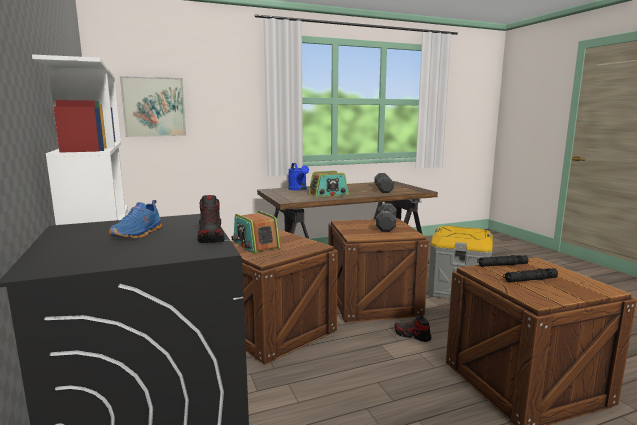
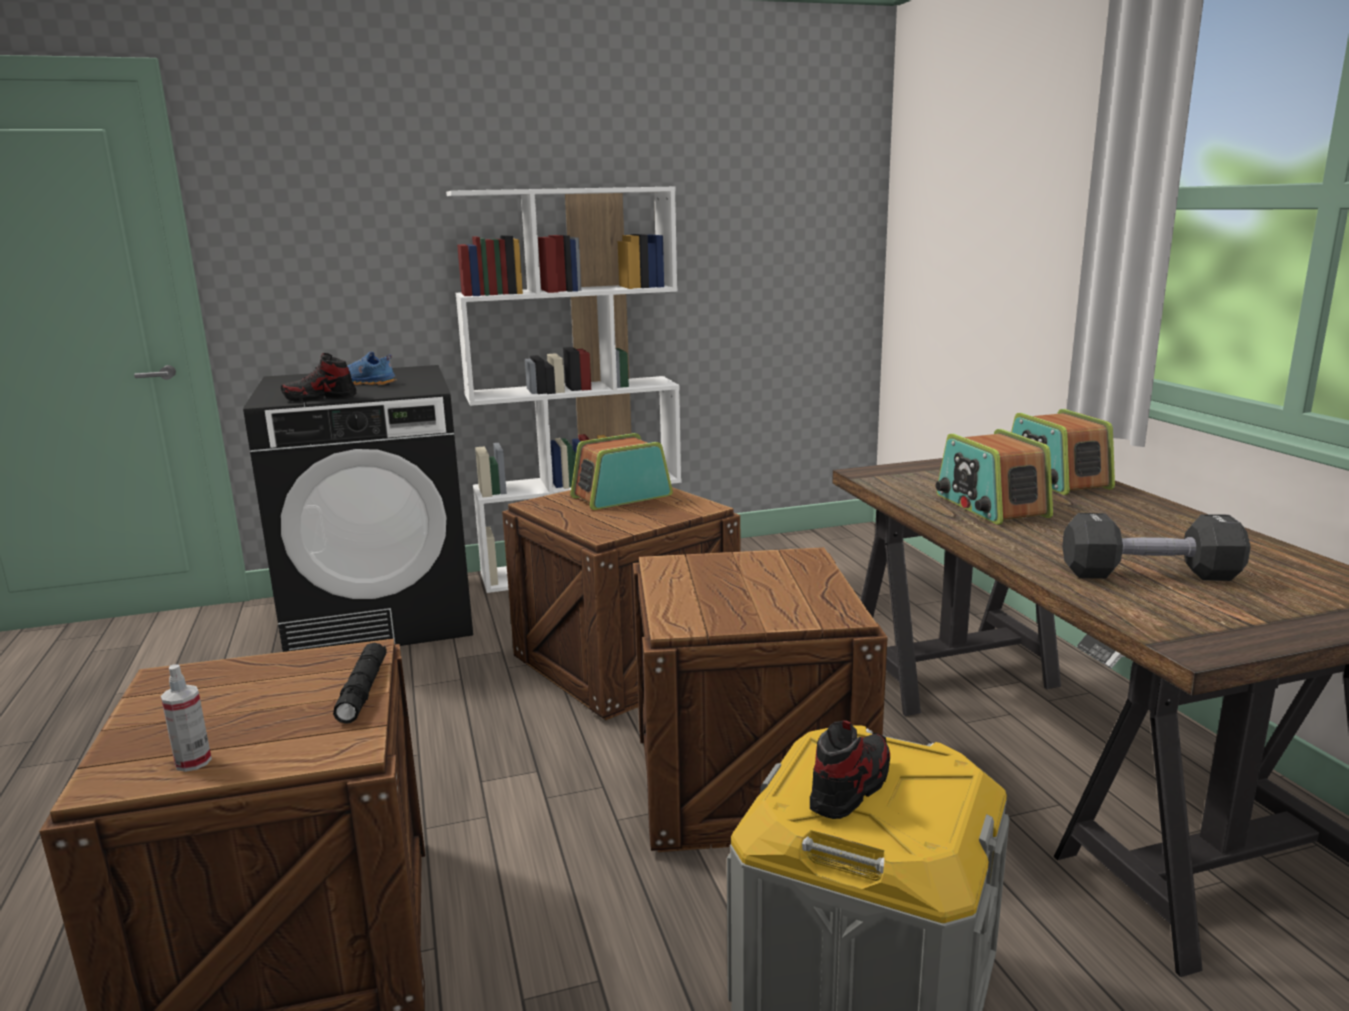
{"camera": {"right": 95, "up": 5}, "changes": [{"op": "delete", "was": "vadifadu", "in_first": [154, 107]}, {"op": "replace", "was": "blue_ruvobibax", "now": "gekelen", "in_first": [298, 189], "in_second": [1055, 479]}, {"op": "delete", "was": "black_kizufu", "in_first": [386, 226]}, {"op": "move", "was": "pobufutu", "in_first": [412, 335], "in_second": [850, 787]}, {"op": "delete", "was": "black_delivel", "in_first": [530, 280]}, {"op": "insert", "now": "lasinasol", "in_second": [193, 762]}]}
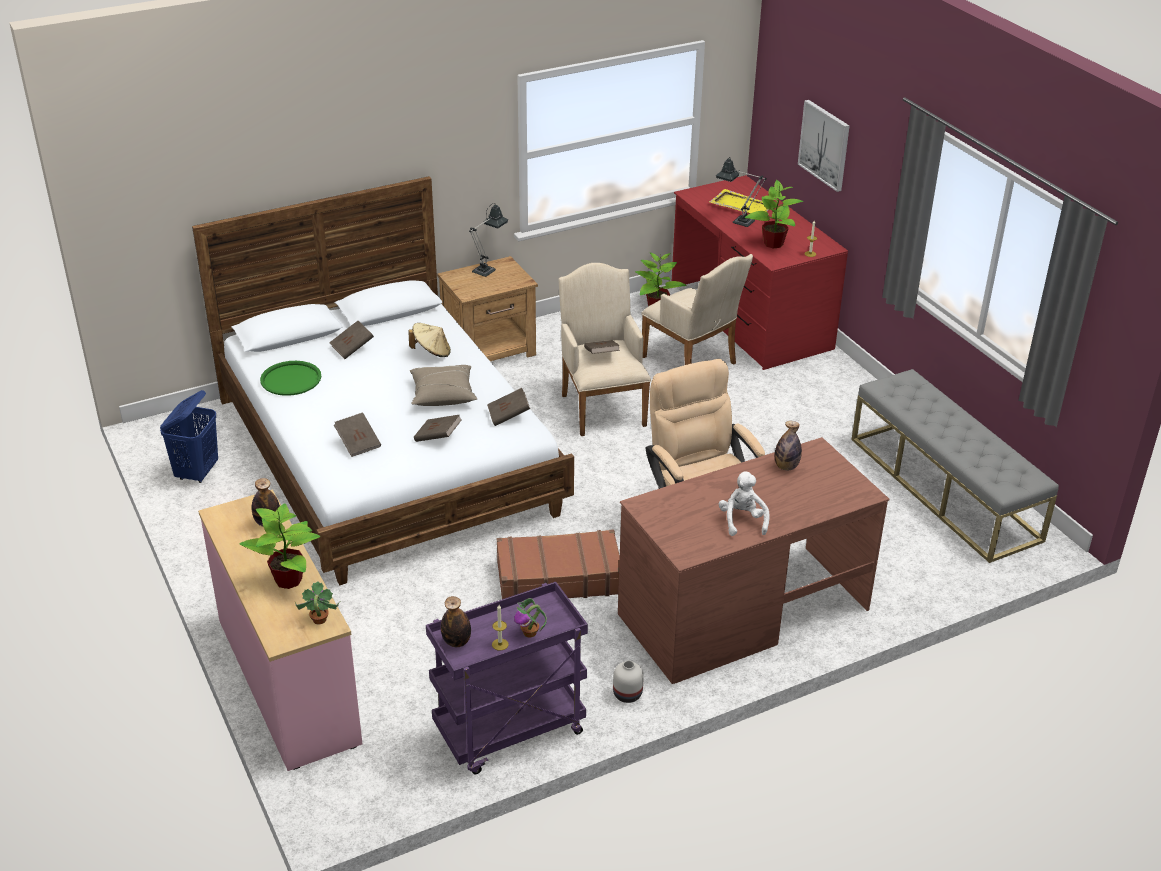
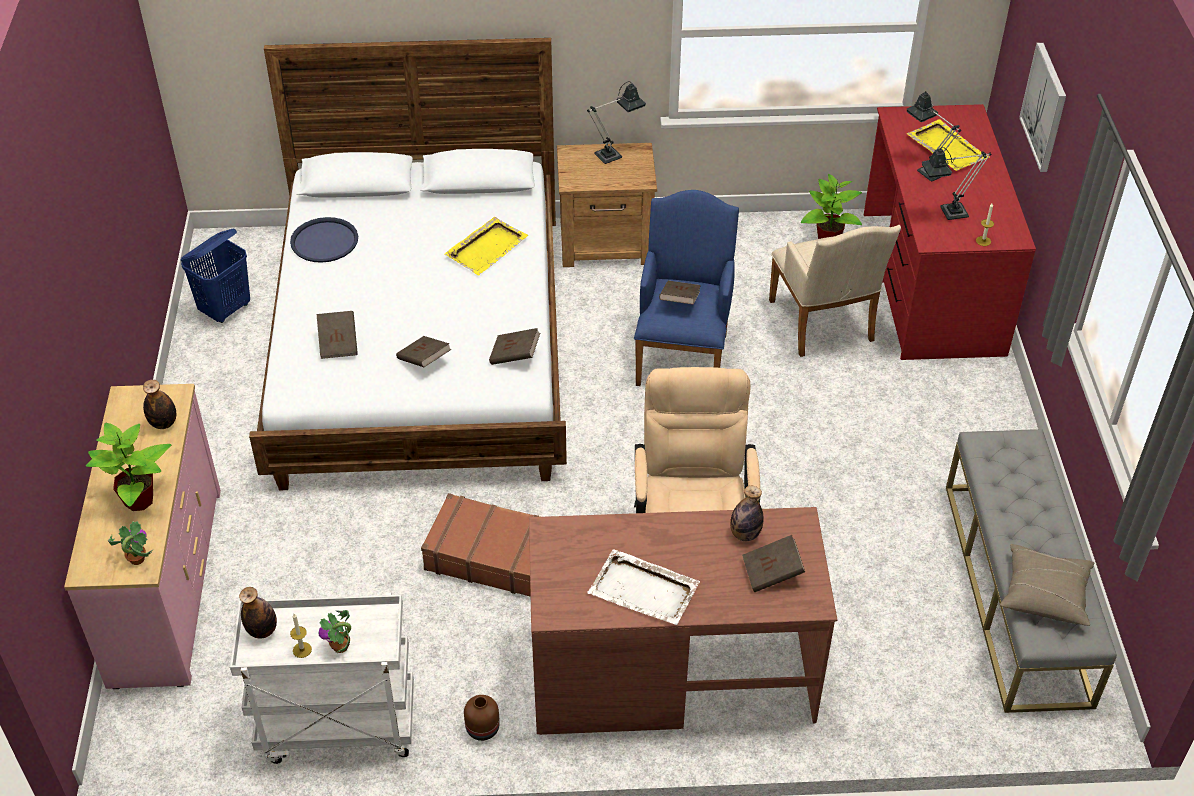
{"camera": {"right": 25, "up": 10}, "changes": [{"op": "recolor", "was": "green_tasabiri", "now": "blue_tasabiri", "in_first": [291, 379], "in_second": [324, 241]}, {"op": "move", "was": "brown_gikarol", "in_first": [352, 348], "in_second": [772, 573]}, {"op": "replace", "was": "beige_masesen", "now": "yellow_tasabiri", "in_first": [431, 352], "in_second": [487, 248]}, {"op": "move", "was": "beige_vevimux", "in_first": [443, 394], "in_second": [1045, 593]}, {"op": "recolor", "was": "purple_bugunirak", "now": "white_bugunirak", "in_first": [509, 733], "in_second": [336, 728]}, {"op": "recolor", "was": "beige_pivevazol", "now": "blue_pivevazol", "in_first": [602, 406], "in_second": [683, 354]}, {"op": "recolor", "was": "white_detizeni", "now": "brown_detizeni", "in_first": [627, 695], "in_second": [482, 729]}, {"op": "replace", "was": "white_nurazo", "now": "white_tasabiri", "in_first": [742, 521], "in_second": [644, 590]}, {"op": "replace", "was": "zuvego", "now": "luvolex", "in_first": [773, 243], "in_second": [947, 213]}]}
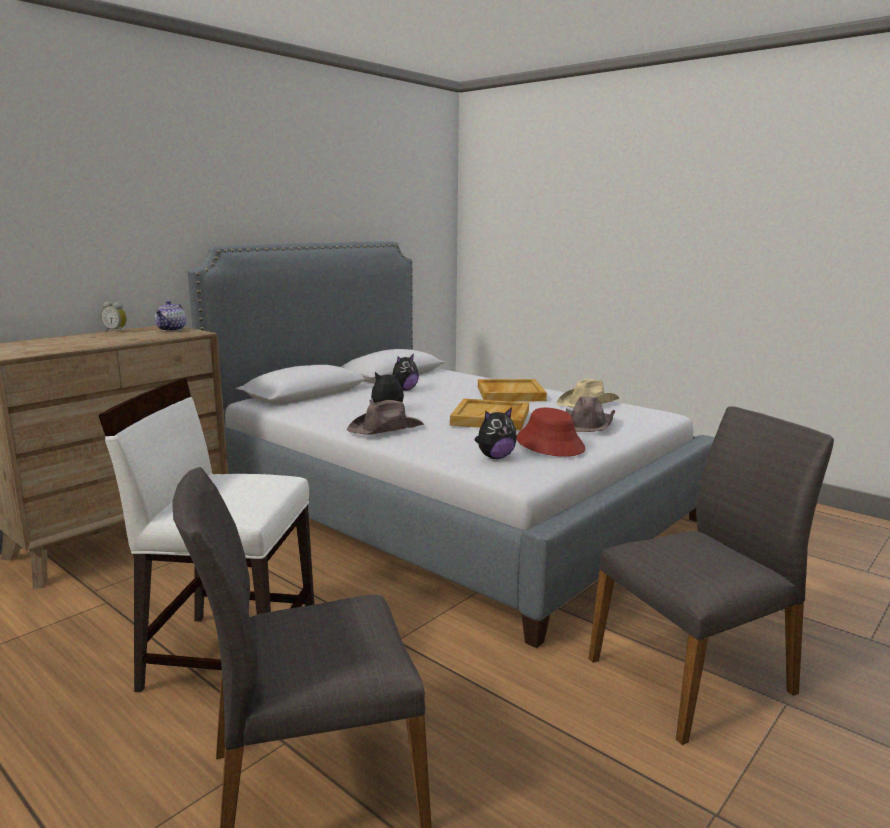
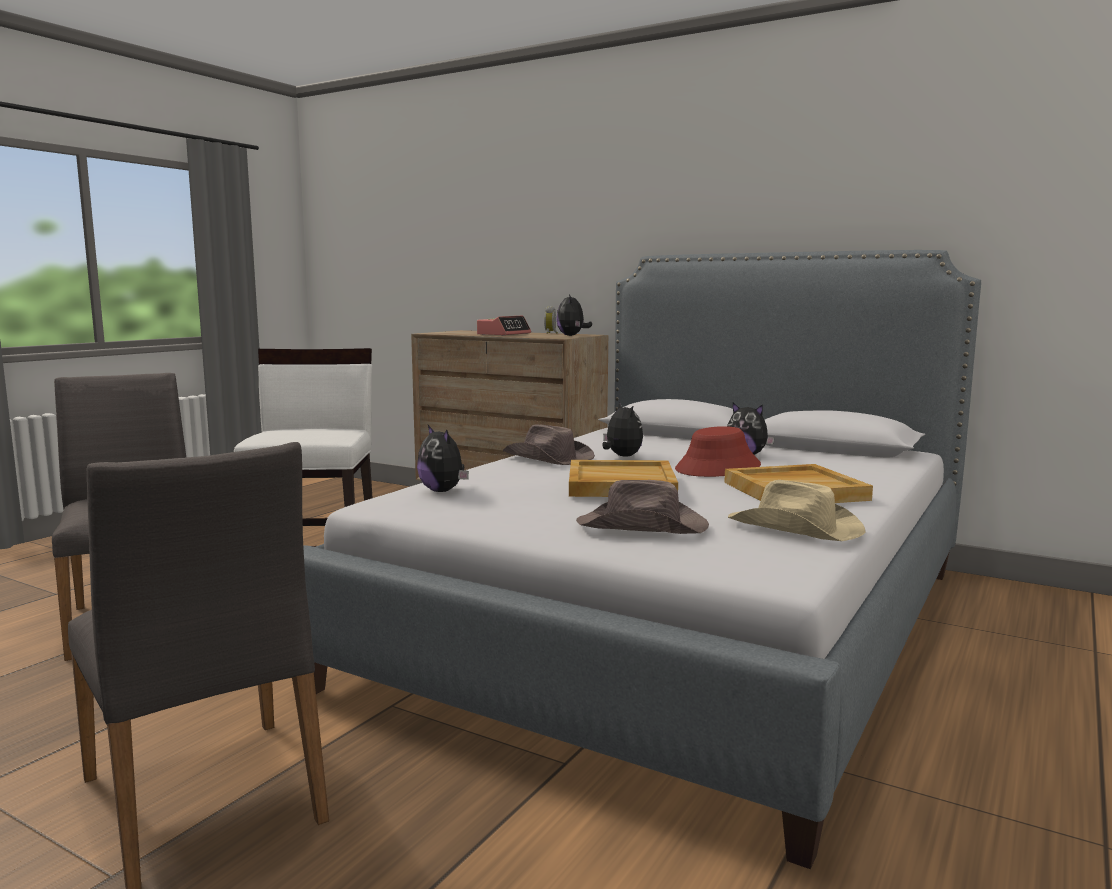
{"camera": {"right": 80, "up": -5}, "changes": [{"op": "replace", "was": "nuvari", "now": "nurazo", "in_first": [172, 330], "in_second": [572, 335]}, {"op": "move", "was": "red_masesen", "in_first": [550, 444], "in_second": [718, 468]}, {"op": "insert", "now": "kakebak", "in_second": [504, 334]}]}
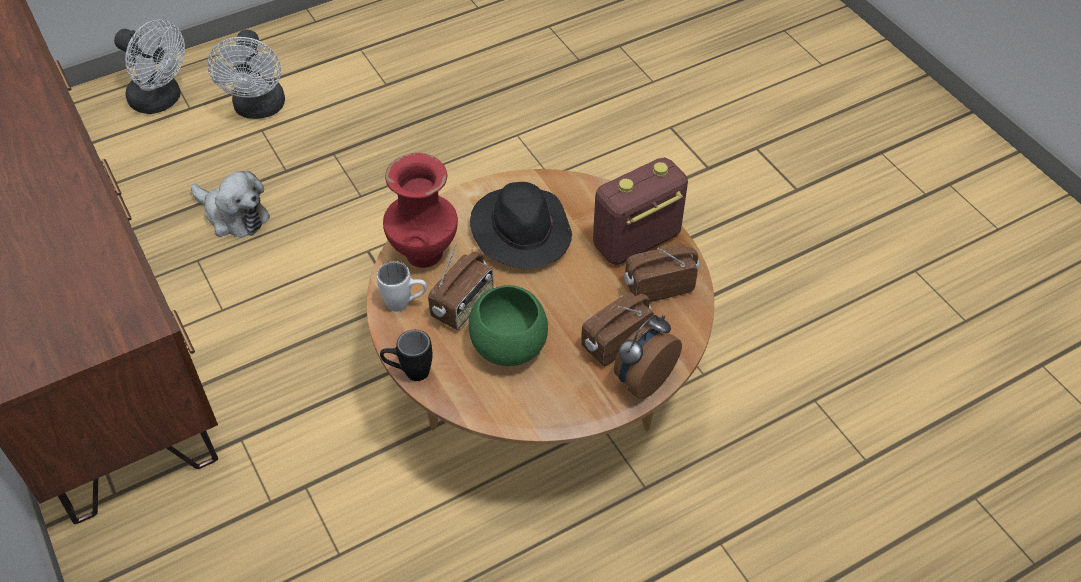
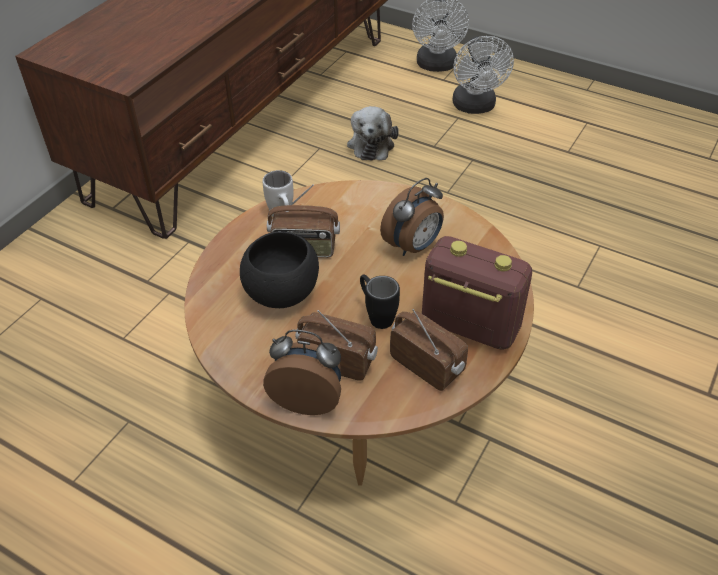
{"camera": {"right": 60, "up": -5}, "changes": [{"op": "rotate", "was": "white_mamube", "in_first": [259, 109], "in_second": [475, 107], "clockwise": -60}, {"op": "move", "was": "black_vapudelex", "in_first": [409, 372], "in_second": [376, 315]}, {"op": "delete", "was": "red_detizeni", "in_first": [423, 252]}, {"op": "recolor", "was": "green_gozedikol", "now": "black_gozedikol", "in_first": [510, 346], "in_second": [283, 293]}, {"op": "replace", "was": "black_masesen", "now": "kakebak", "in_first": [520, 231], "in_second": [413, 246]}]}
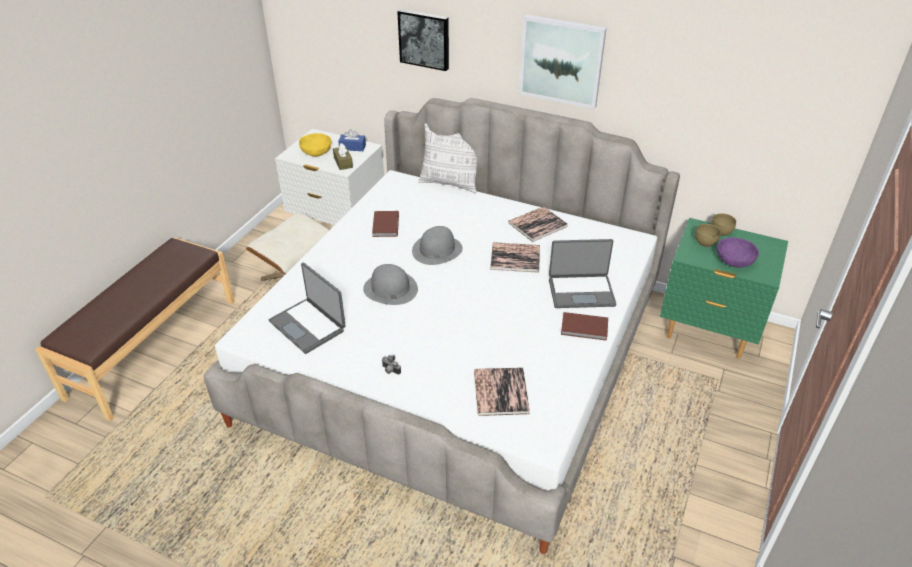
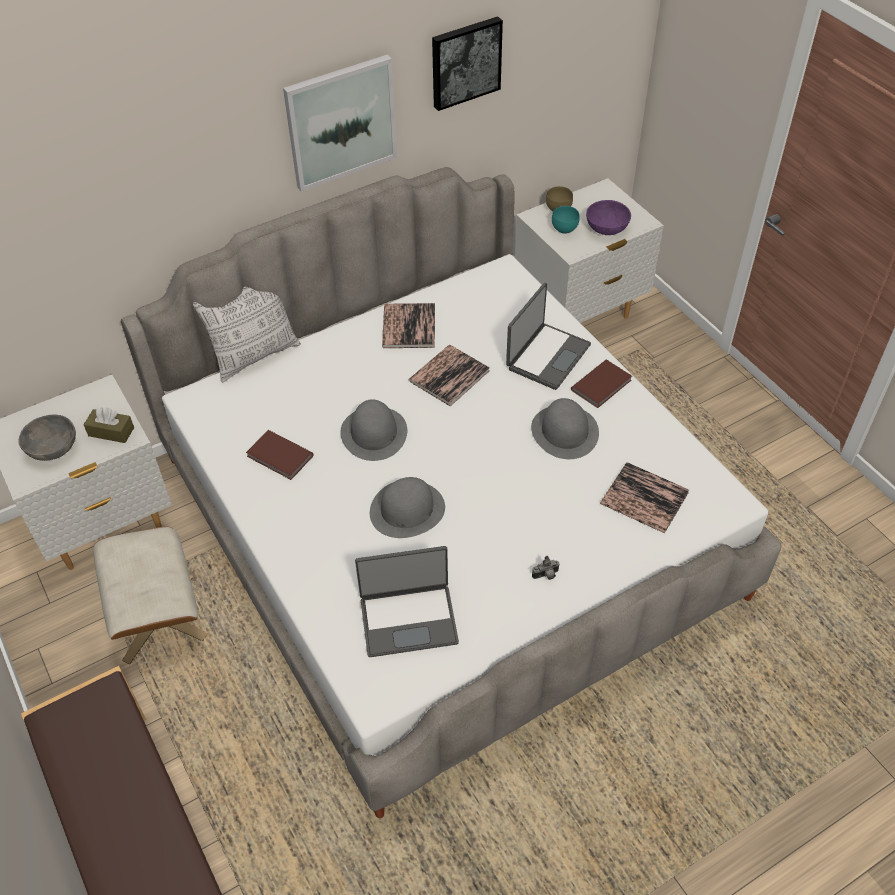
{"camera": {"right": -55, "up": 10}, "changes": [{"op": "recolor", "was": "yellow_gozedikol", "now": "grey_gozedikol", "in_first": [316, 152], "in_second": [52, 448]}, {"op": "delete", "was": "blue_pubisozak", "in_first": [352, 147]}, {"op": "move", "was": "vadifadu", "in_first": [424, 39], "in_second": [465, 62]}, {"op": "recolor", "was": "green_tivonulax", "now": "white_tivonulax", "in_first": [707, 332], "in_second": [578, 315]}, {"op": "recolor", "was": "brown_gozedikol", "now": "turquoise_gozedikol", "in_first": [705, 243], "in_second": [564, 228]}, {"op": "insert", "now": "grey_masesen", "in_second": [565, 431]}]}
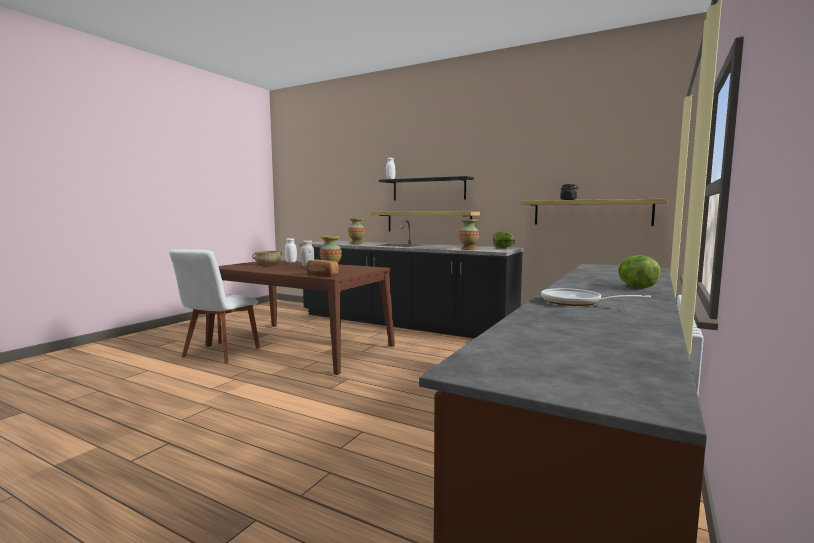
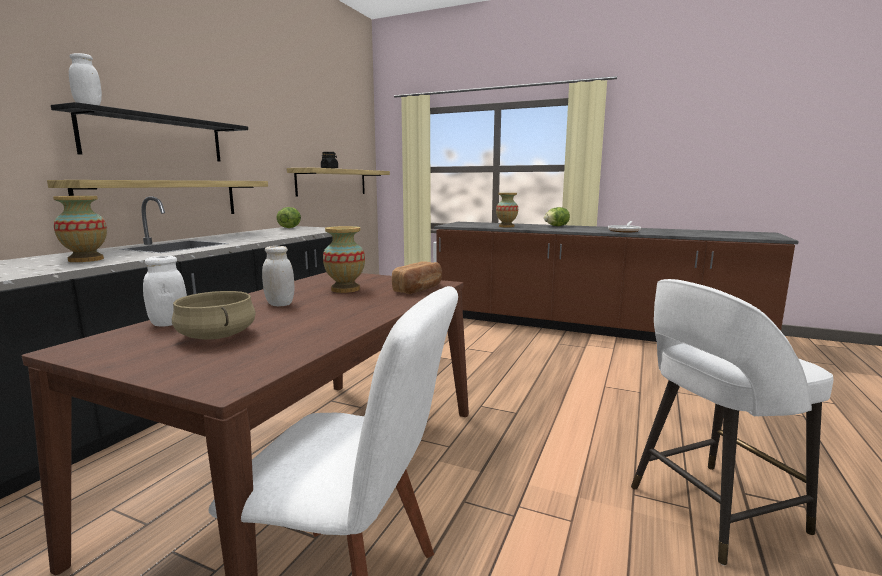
{"camera": {"right": -95, "up": 5}, "changes": [{"op": "move", "was": "detizeni", "in_first": [468, 249], "in_second": [506, 226]}, {"op": "insert", "now": "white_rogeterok", "in_second": [711, 510]}]}
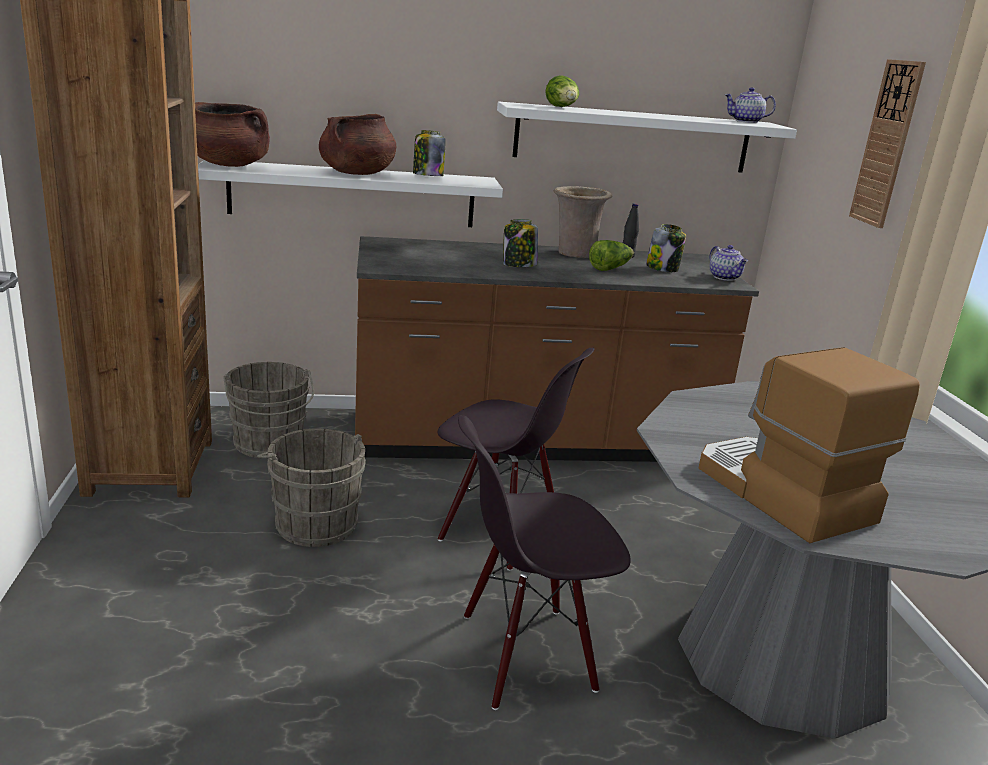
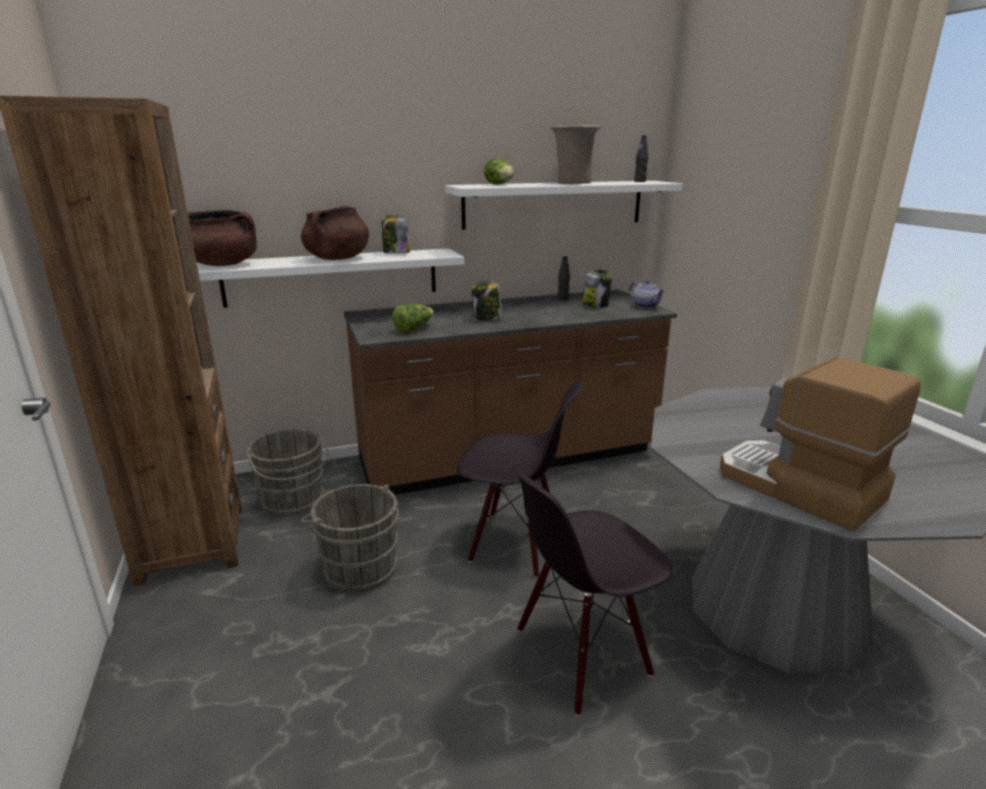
{"camera": {"right": -10, "up": 0}, "changes": [{"op": "move", "was": "beige_detizeni", "in_first": [575, 254], "in_second": [573, 183]}, {"op": "move", "was": "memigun", "in_first": [610, 268], "in_second": [413, 329]}, {"op": "replace", "was": "nuvari", "now": "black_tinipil", "in_first": [746, 121], "in_second": [640, 181]}, {"op": "delete", "was": "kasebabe", "in_first": [887, 144]}]}
